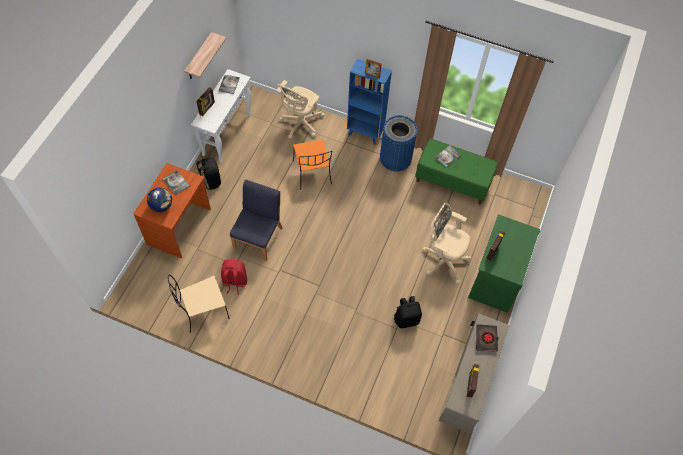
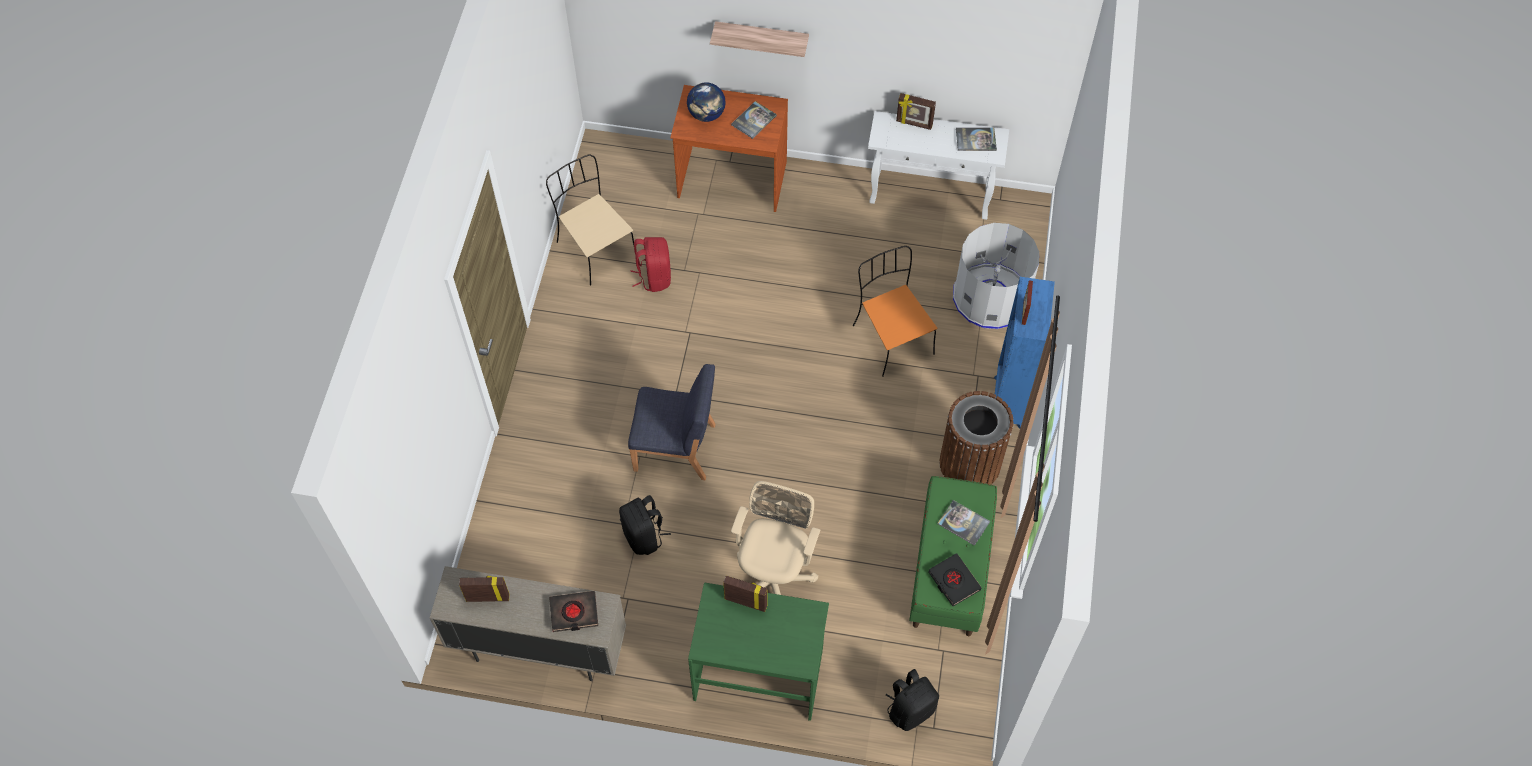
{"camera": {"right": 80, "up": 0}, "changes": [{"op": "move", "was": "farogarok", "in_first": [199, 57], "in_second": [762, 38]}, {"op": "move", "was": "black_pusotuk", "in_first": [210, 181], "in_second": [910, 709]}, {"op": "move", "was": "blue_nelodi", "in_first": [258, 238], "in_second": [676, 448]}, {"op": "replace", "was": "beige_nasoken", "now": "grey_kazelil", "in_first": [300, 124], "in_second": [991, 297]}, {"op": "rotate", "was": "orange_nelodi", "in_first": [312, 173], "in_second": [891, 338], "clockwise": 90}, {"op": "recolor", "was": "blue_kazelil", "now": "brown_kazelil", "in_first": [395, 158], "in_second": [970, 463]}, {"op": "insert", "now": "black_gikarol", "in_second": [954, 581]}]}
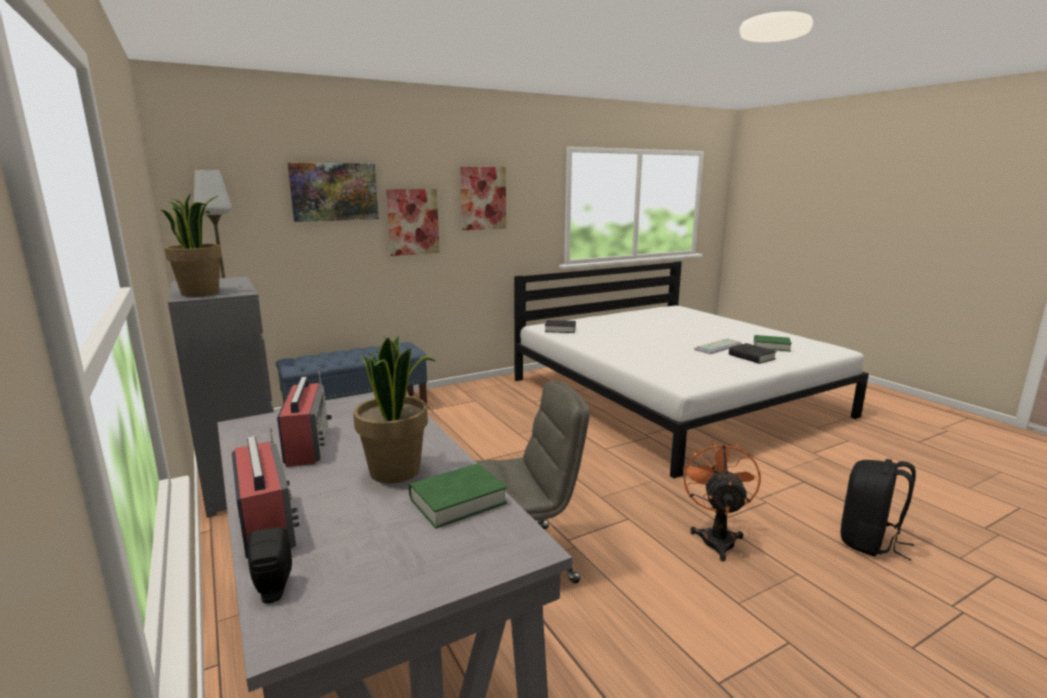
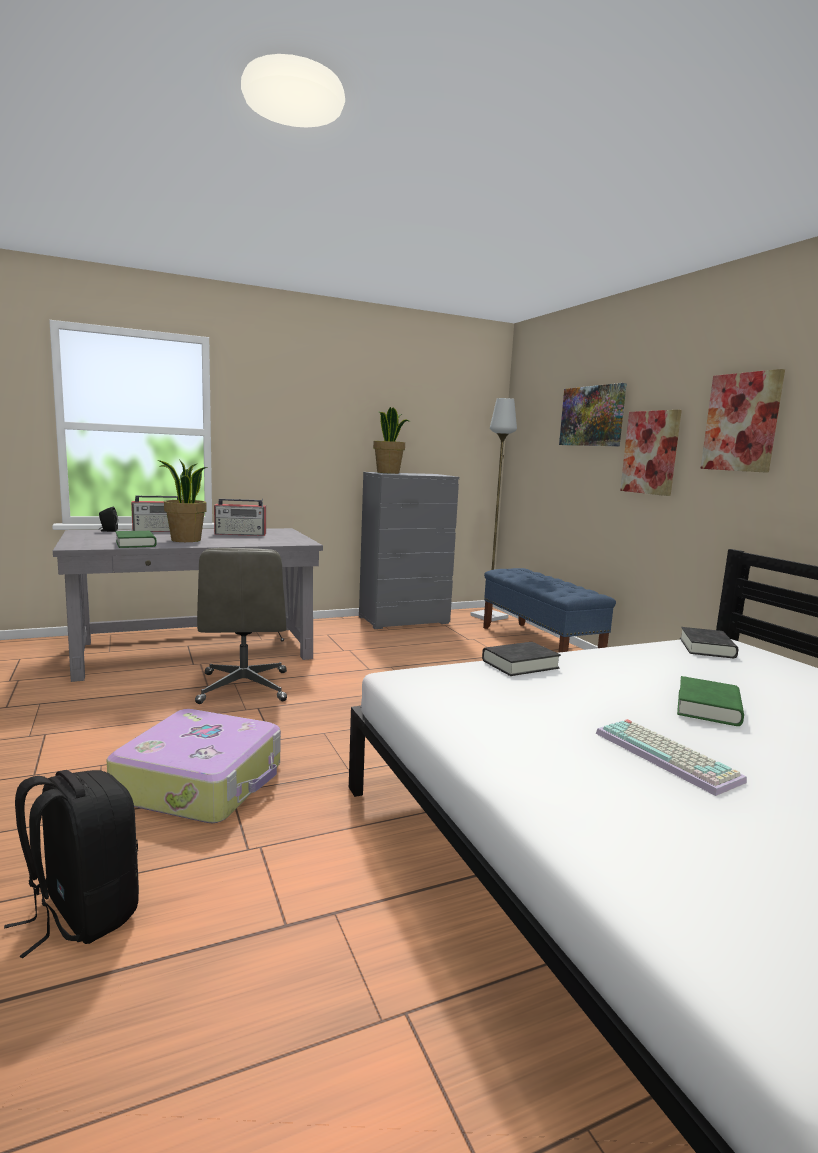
{"camera": {"right": 95, "up": -5}, "changes": [{"op": "replace", "was": "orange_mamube", "now": "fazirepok", "in_first": [716, 537], "in_second": [202, 782]}, {"op": "move", "was": "black_gikarol", "in_first": [751, 357], "in_second": [520, 664]}, {"op": "move", "was": "green_gikarol", "in_first": [771, 346], "in_second": [708, 708]}]}
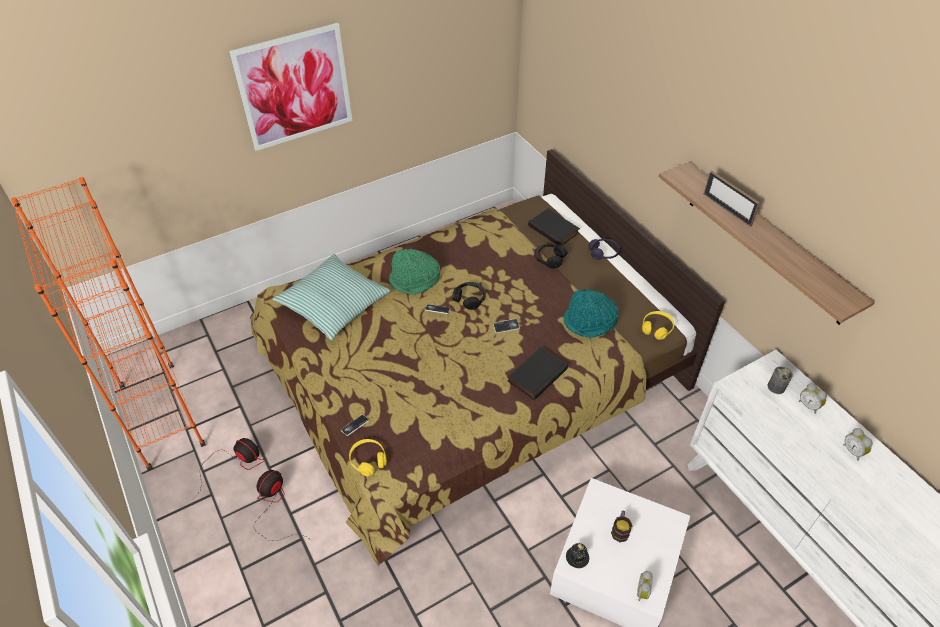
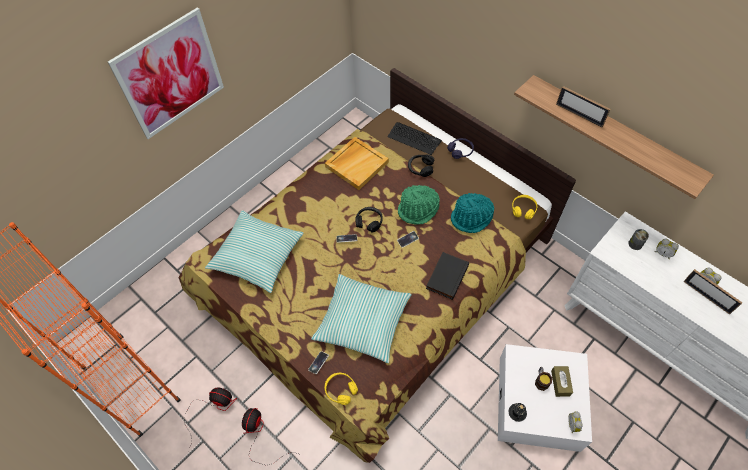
{"camera": {"right": -15, "up": 10}, "changes": [{"op": "move", "was": "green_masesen", "in_first": [415, 280], "in_second": [418, 210]}, {"op": "replace", "was": "black_gikarol", "now": "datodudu", "in_first": [554, 229], "in_second": [414, 138]}, {"op": "insert", "now": "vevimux", "in_second": [362, 321]}, {"op": "insert", "now": "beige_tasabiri", "in_second": [357, 164]}, {"op": "insert", "now": "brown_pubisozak", "in_second": [560, 383]}, {"op": "insert", "now": "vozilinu", "in_second": [706, 297]}]}
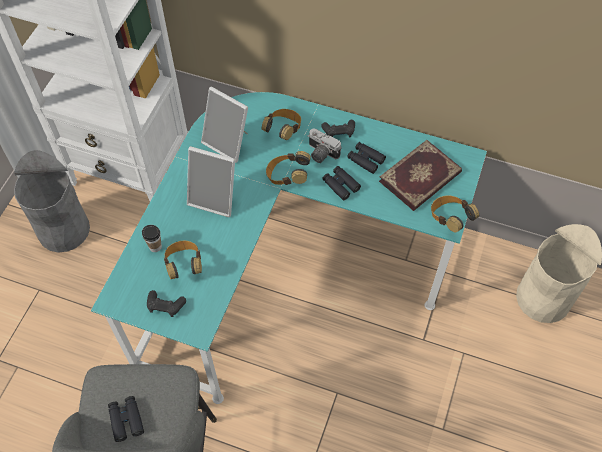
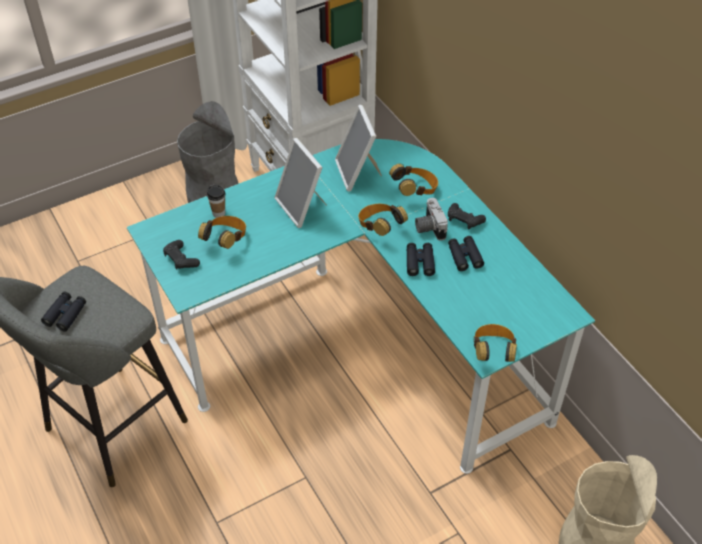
{"camera": {"right": 40, "up": -10}, "changes": [{"op": "delete", "was": "gikarol", "in_first": [421, 178]}]}
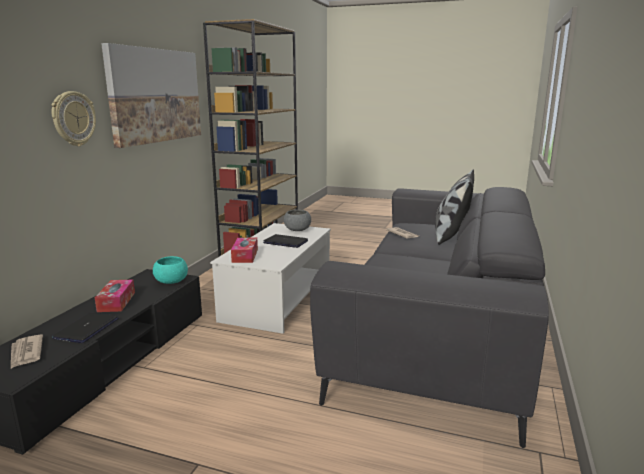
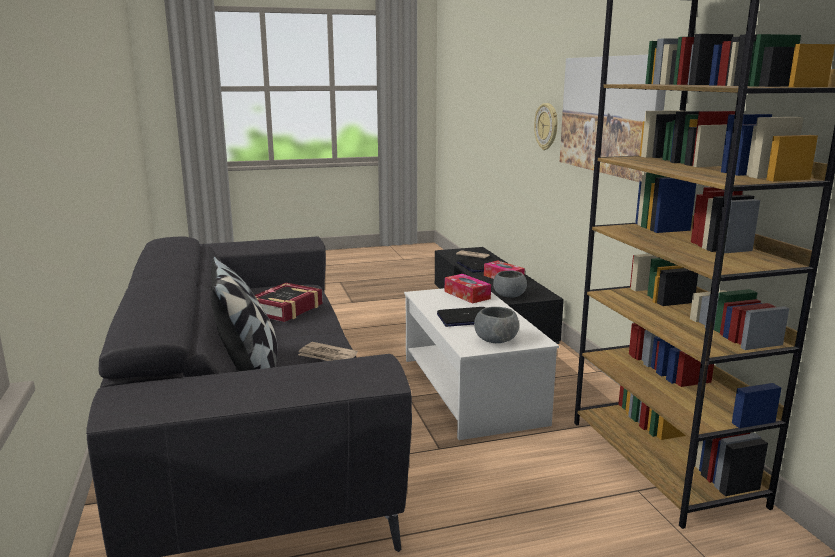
{"camera": {"right": 145, "up": 0}, "changes": [{"op": "recolor", "was": "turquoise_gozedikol", "now": "grey_gozedikol", "in_first": [171, 281], "in_second": [509, 295]}, {"op": "insert", "now": "gikarol", "in_second": [286, 309]}]}
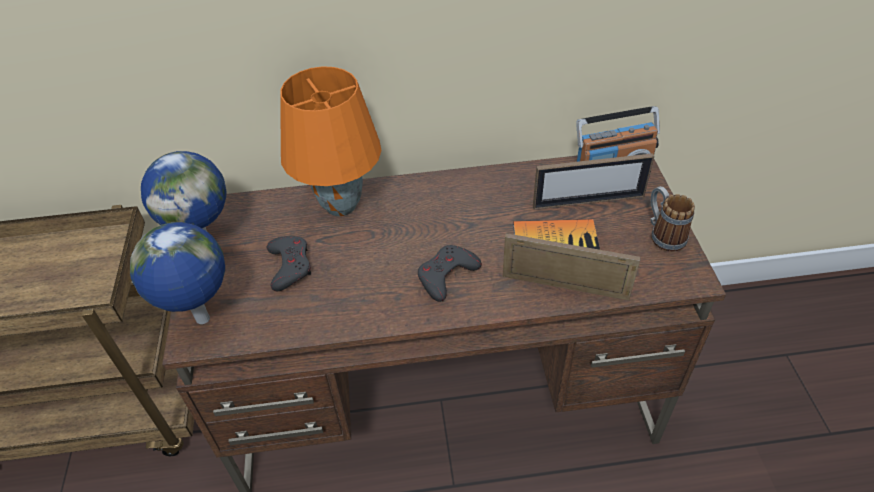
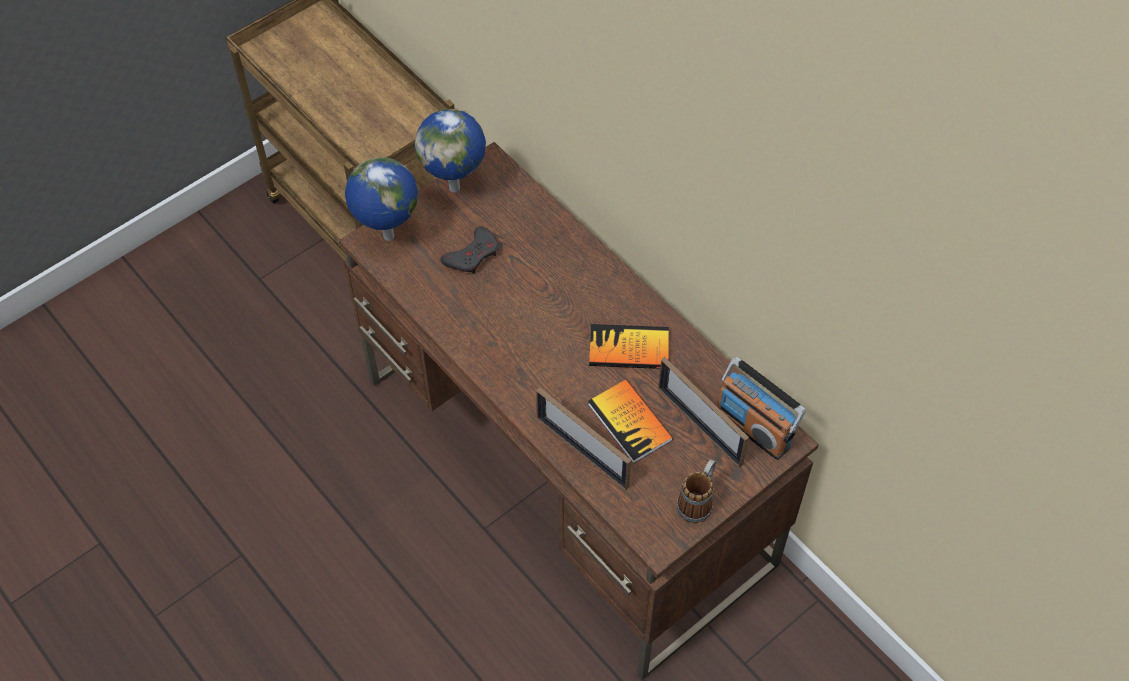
{"camera": {"right": 55, "up": 10}, "changes": [{"op": "delete", "was": "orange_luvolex", "in_first": [340, 206]}, {"op": "delete", "was": "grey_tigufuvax", "in_first": [446, 275]}, {"op": "rotate", "was": "vozilinu", "in_first": [565, 286], "in_second": [582, 452], "clockwise": 150}, {"op": "insert", "now": "gikarol", "in_second": [629, 348]}]}
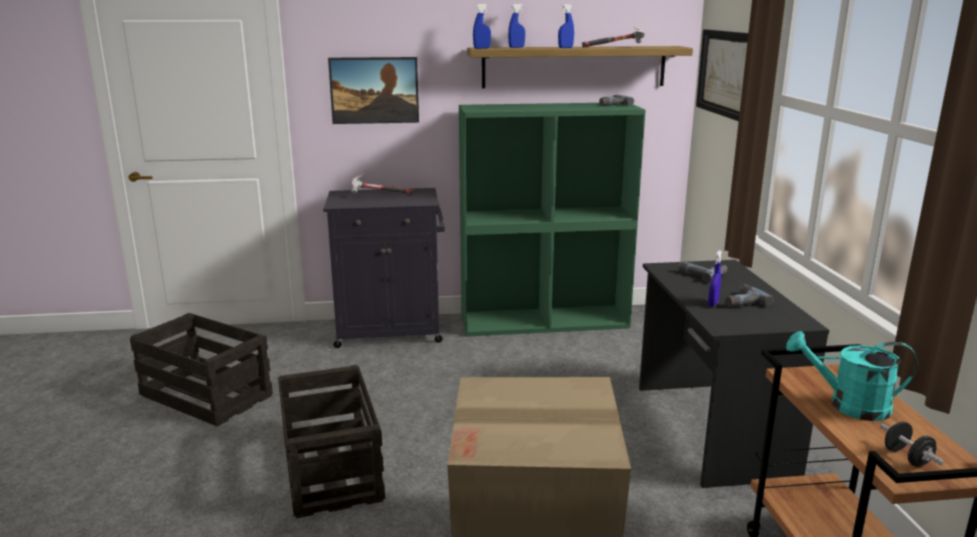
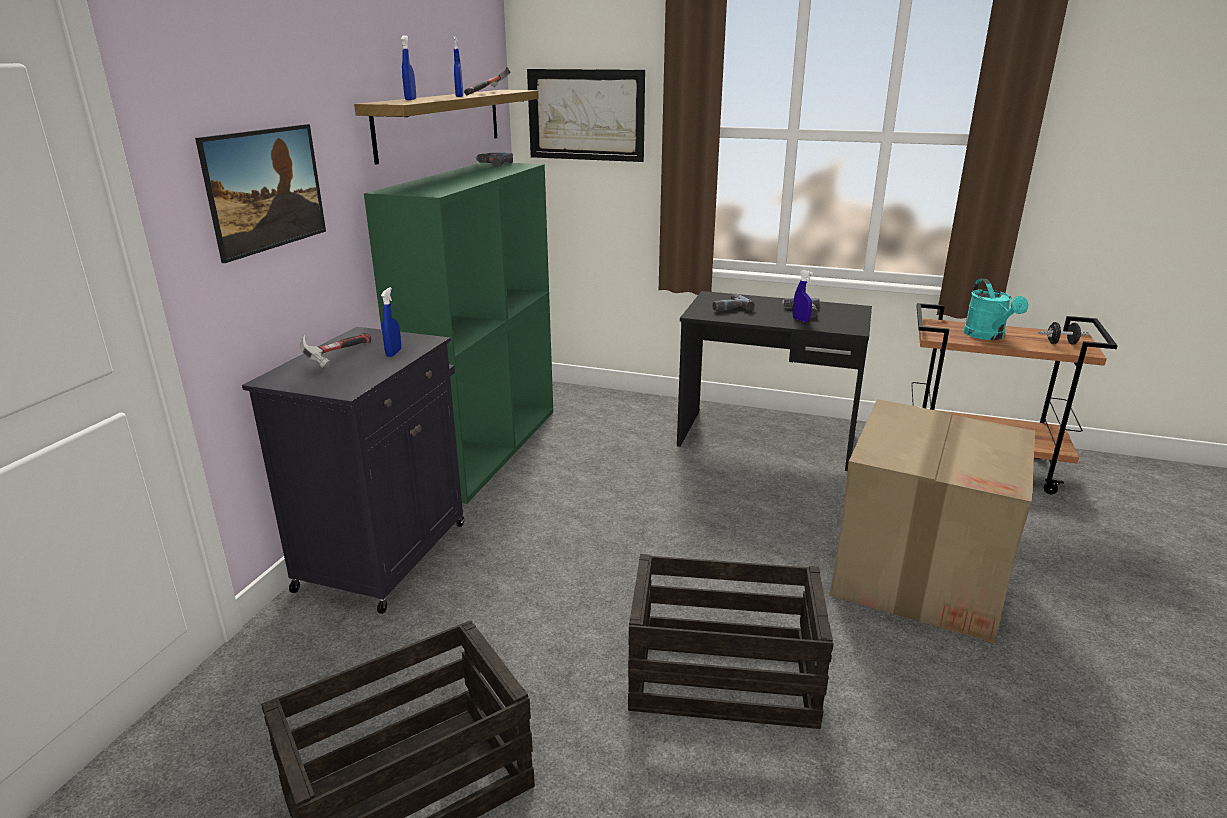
{"camera": {"right": -65, "up": 5}, "changes": [{"op": "move", "was": "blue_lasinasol", "in_first": [482, 48], "in_second": [393, 353]}, {"op": "rotate", "was": "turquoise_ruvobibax", "in_first": [848, 406], "in_second": [988, 336], "clockwise": -45}]}
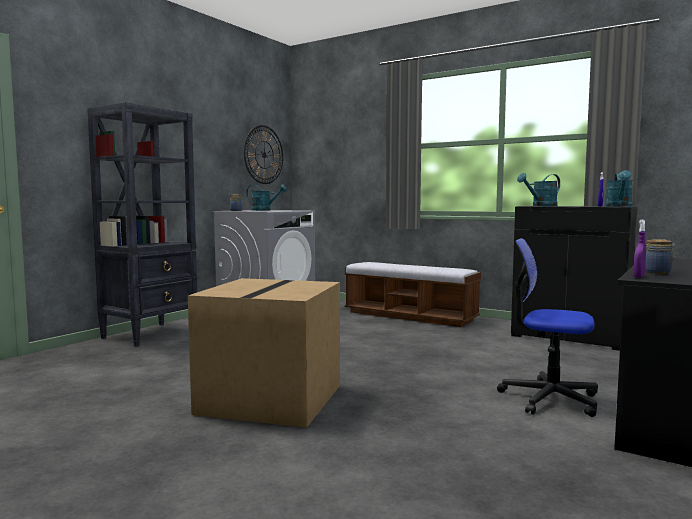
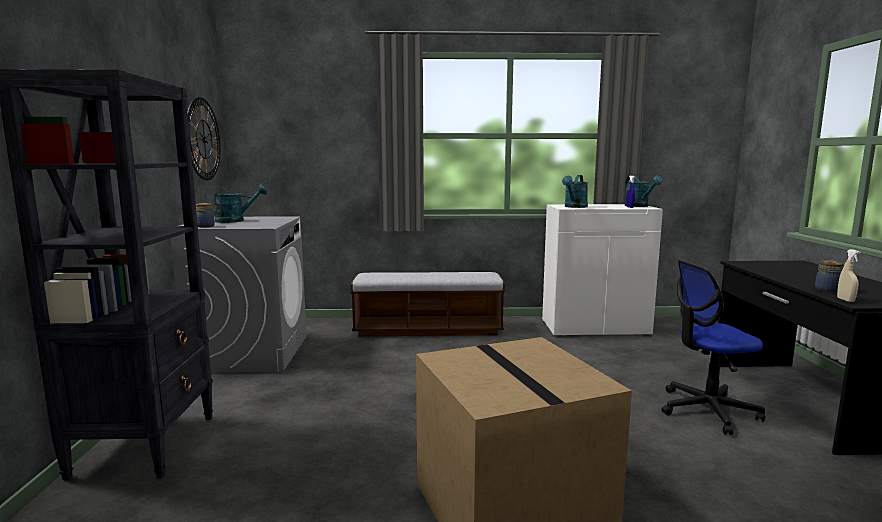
{"camera": {"right": -35, "up": 5}, "changes": [{"op": "recolor", "was": "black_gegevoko", "now": "white_gegevoko", "in_first": [570, 337], "in_second": [595, 328]}, {"op": "recolor", "was": "purple_lasinasol", "now": "beige_lasinasol", "in_first": [639, 276], "in_second": [845, 300]}]}
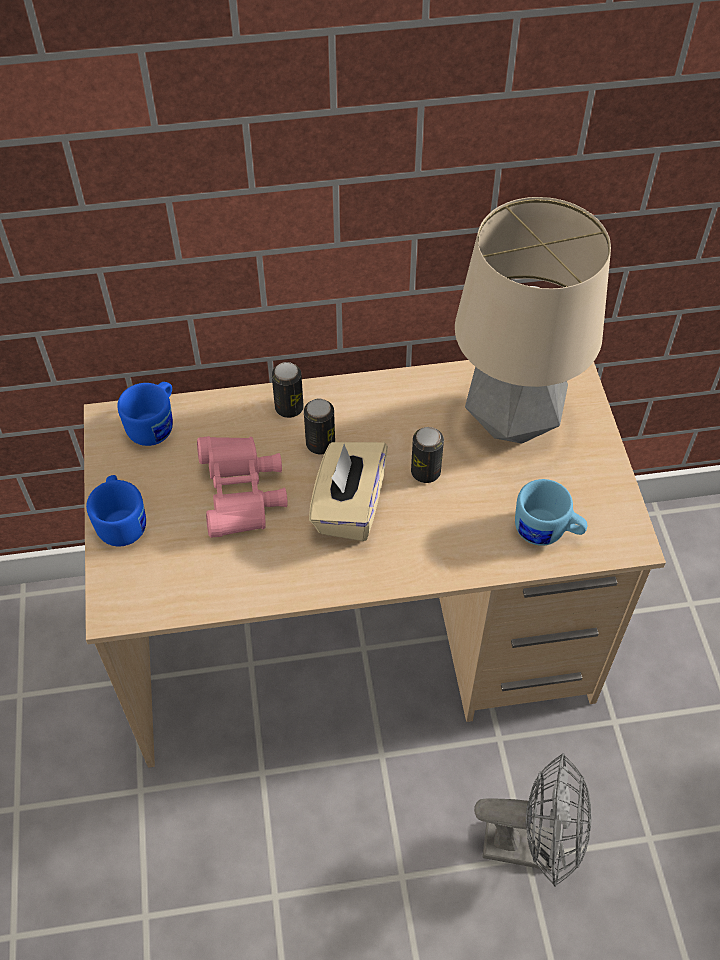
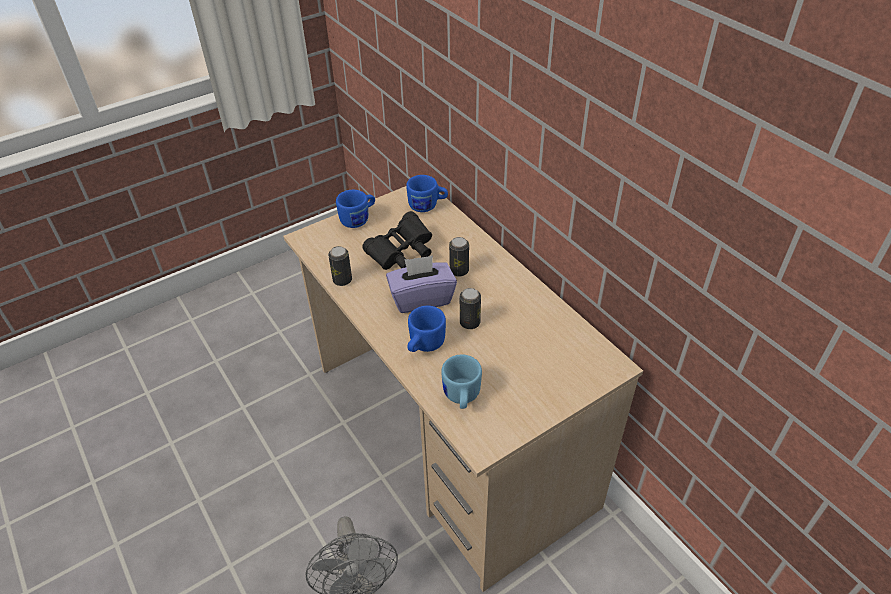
{"camera": {"right": 65, "up": -10}, "changes": [{"op": "recolor", "was": "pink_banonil", "now": "black_banonil", "in_first": [242, 496], "in_second": [401, 254]}, {"op": "move", "was": "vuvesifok", "in_first": [289, 408], "in_second": [342, 280]}, {"op": "recolor", "was": "beige_pubisozak", "now": "purple_pubisozak", "in_first": [348, 507], "in_second": [421, 298]}, {"op": "delete", "was": "luvolex", "in_first": [511, 421]}, {"op": "insert", "now": "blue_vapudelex", "in_second": [423, 345]}]}
